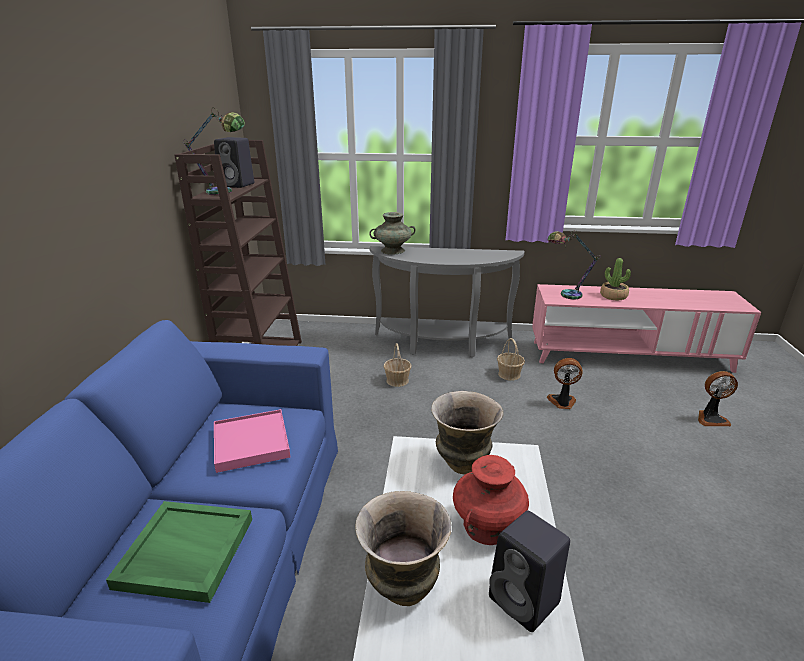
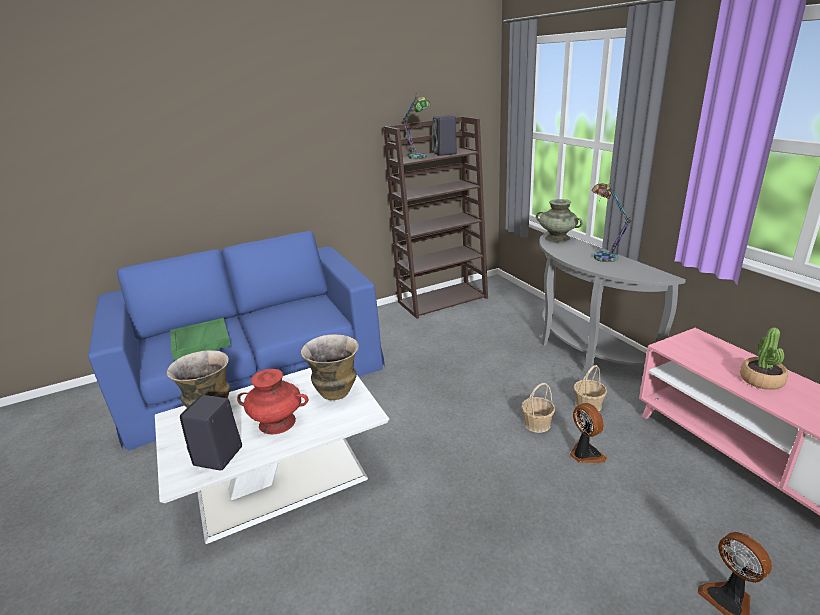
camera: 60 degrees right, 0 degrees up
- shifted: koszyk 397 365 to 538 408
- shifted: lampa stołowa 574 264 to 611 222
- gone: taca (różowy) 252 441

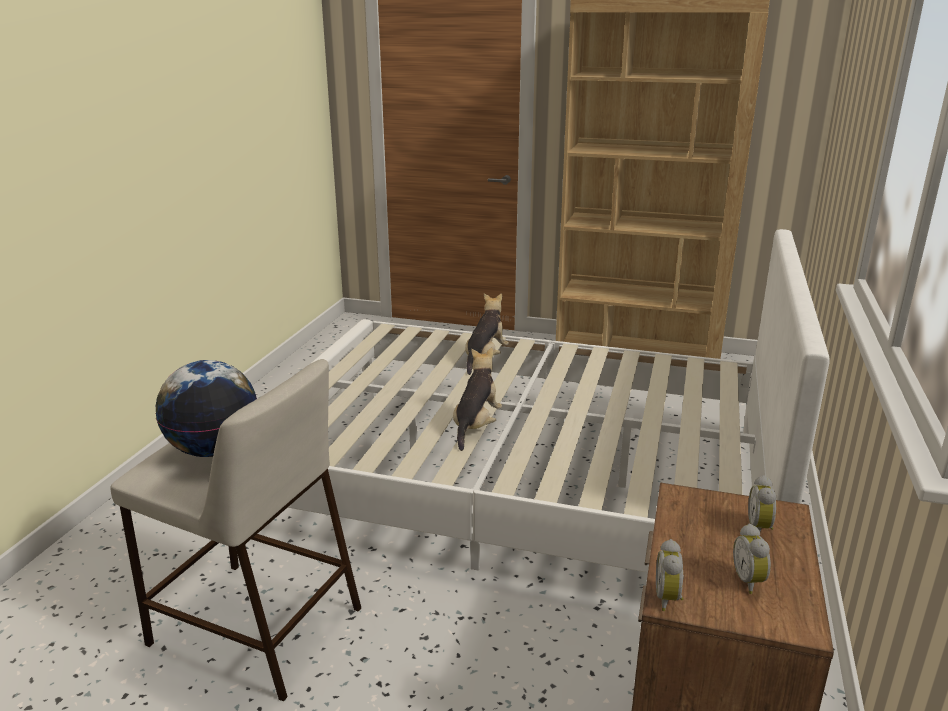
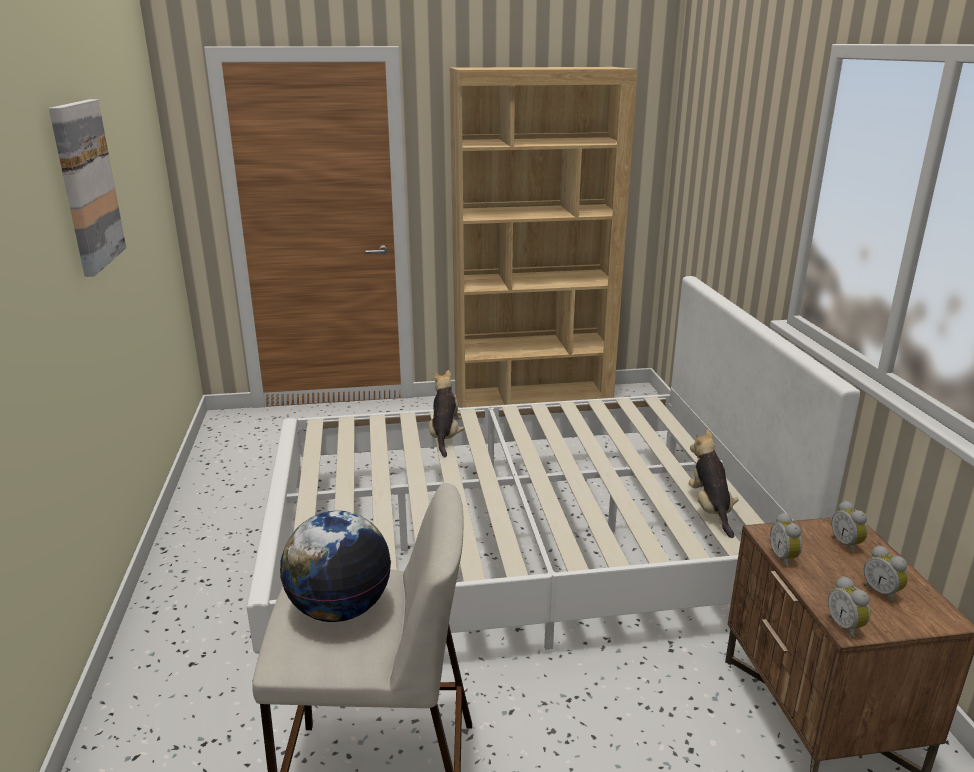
camera: 25 degrees left, 0 degrees up
- new: obraz 87 188
- shifted: pluszak 477 399 to 714 483
- new: budzik 786 540

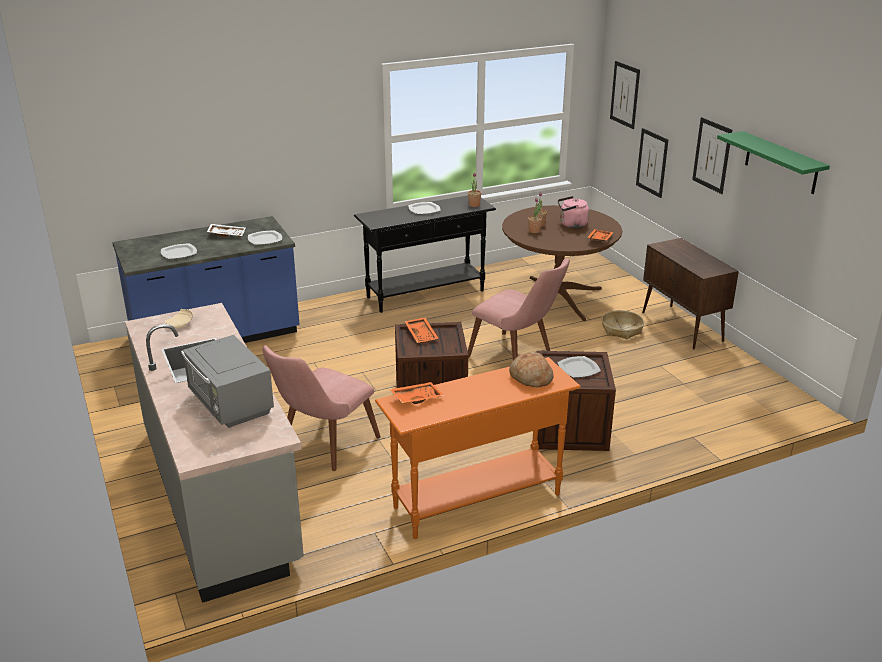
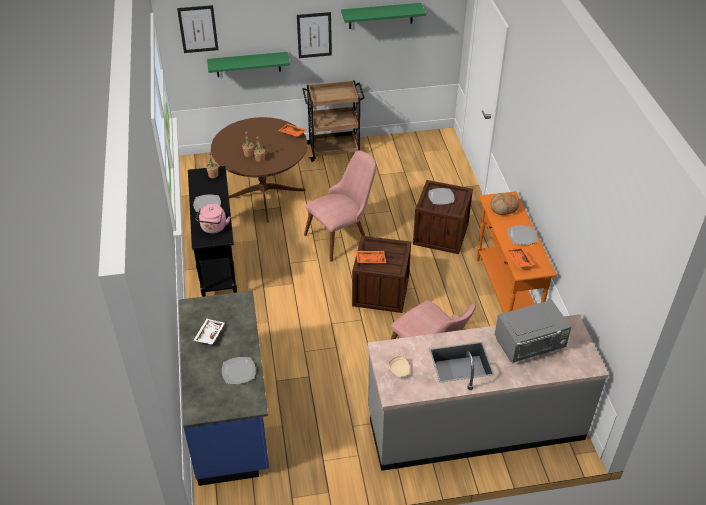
camera: 75 degrees left, 15 degrees up
- shifted: czajnik (różowy) 573 212 to 213 219
- swapped: obraz 652 163 to półka (zielony) 248 64
- swapped: szafka (brązowy) 690 294 to wózek (brązowy) 333 121
- shifted: talerz 265 237 to 522 235
- gone: koszyk 623 324

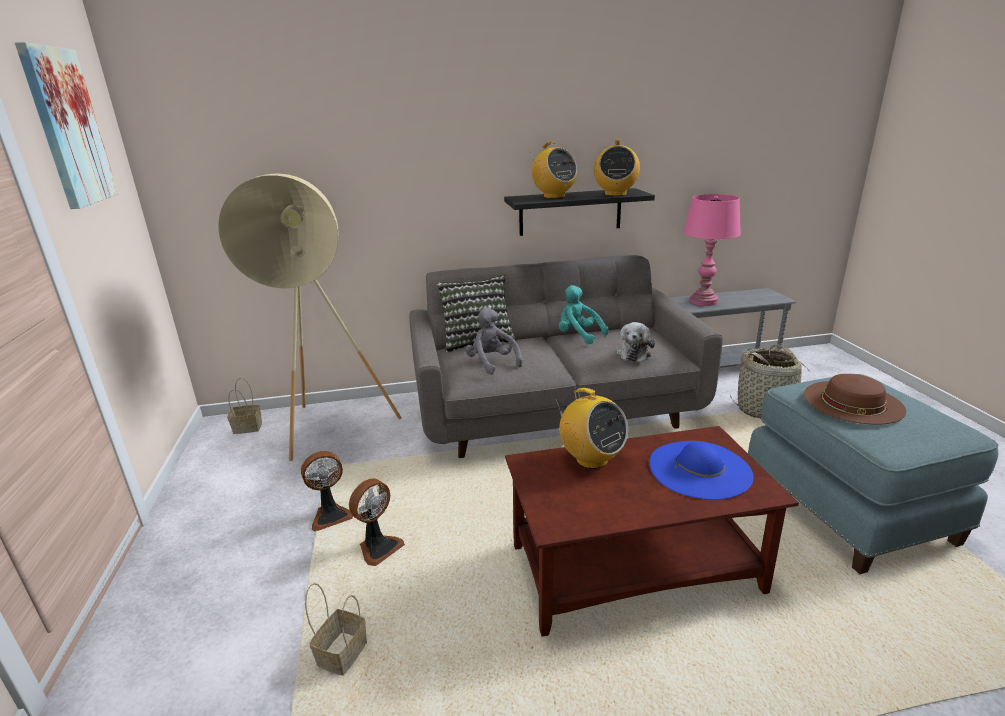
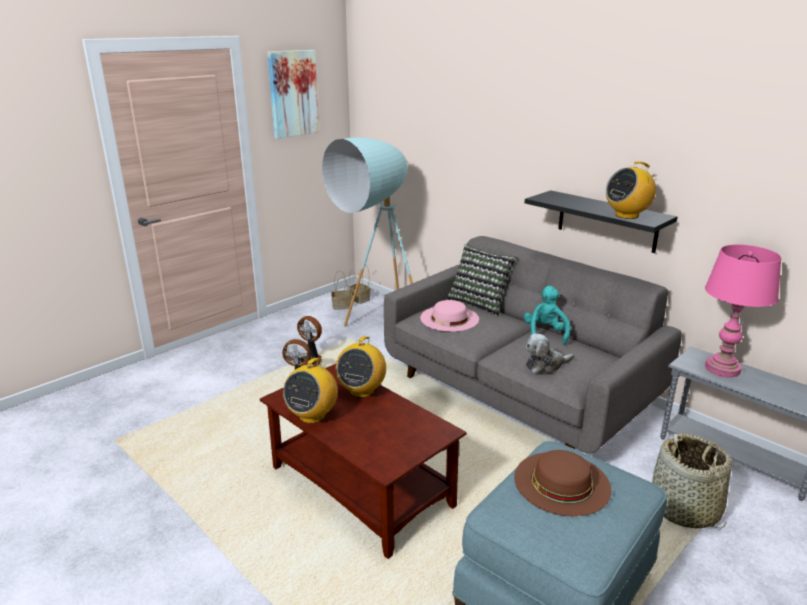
camera: 55 degrees right, 0 degrees up
- shifted: radio 554 170 to 310 390
- repainted: lampa stojąca (beżowy) 310 317 to lampa stojąca (turkusowy) 367 232
- shifted: koszyk 336 629 to 341 290
- swapped: pluszak (szary) 493 341 to kapelusz (różowy) 449 316
- gone: kapelusz (niebieski) 701 470

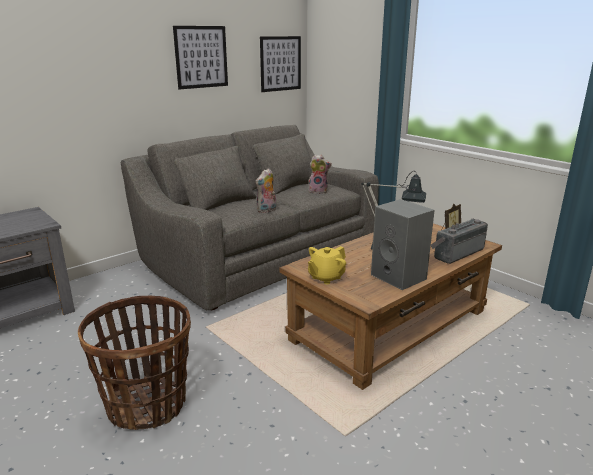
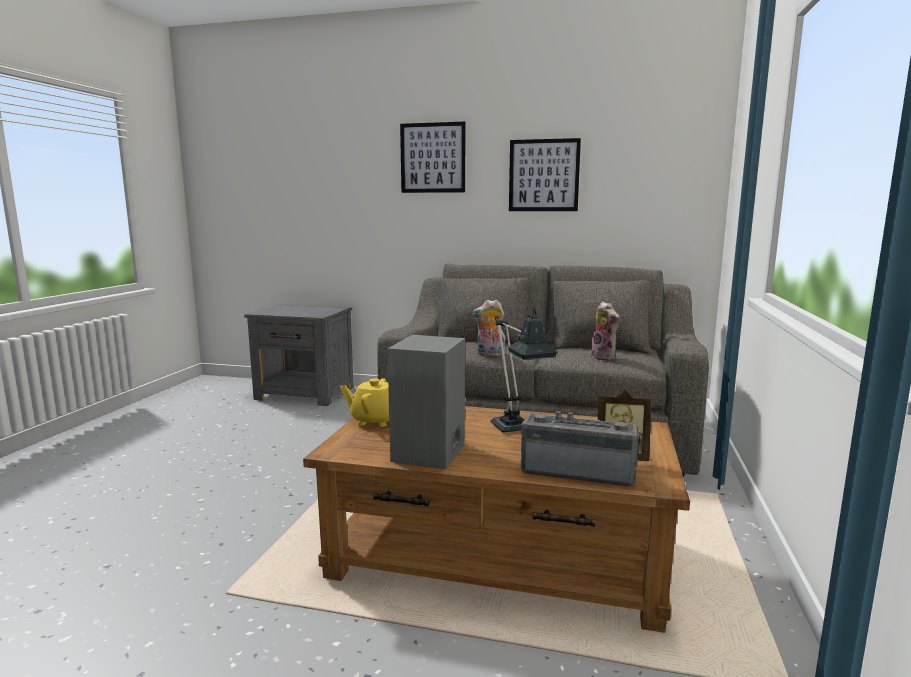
camera: 55 degrees right, 10 degrees down
- shifted: obraz 280 64 to 432 157
- gone: koszyk 134 363

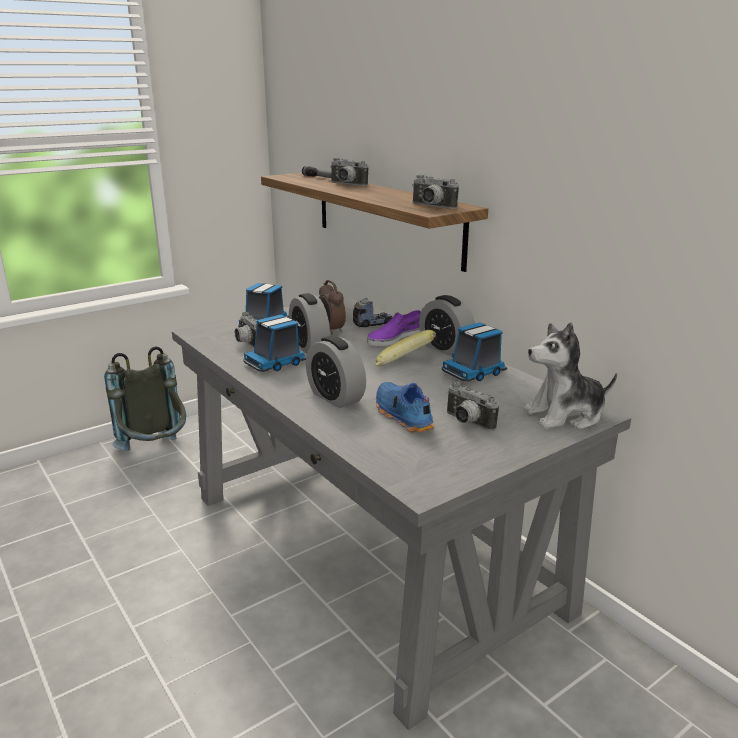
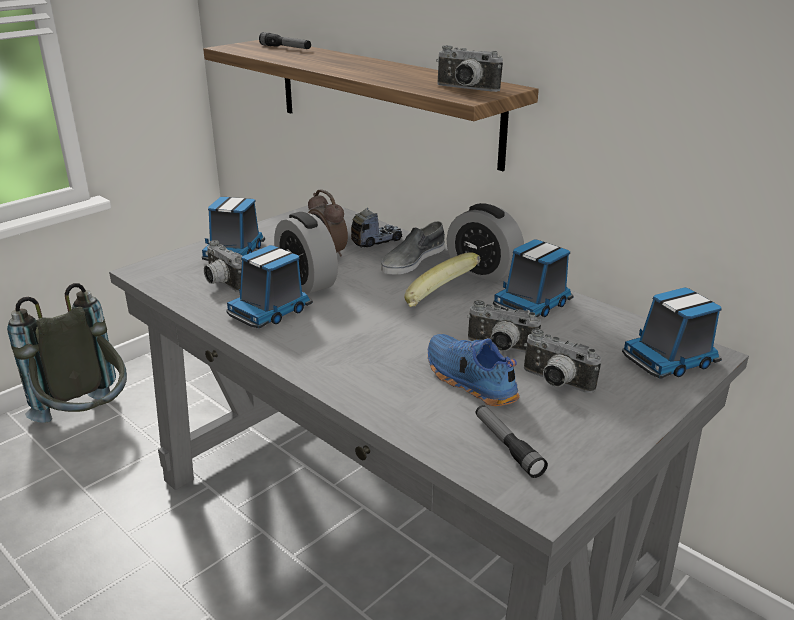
camera: 10 degrees left, 5 degrees up
- repainted: but (fioletowy) 394 328 to but (szary) 413 248
- shifted: aparat fotograficzny 349 172 to 504 326
- new: latarka 512 441
- swapped: pluszak 570 376 to ciężarówka zabawkowa 672 333
- gone: budzik 336 371

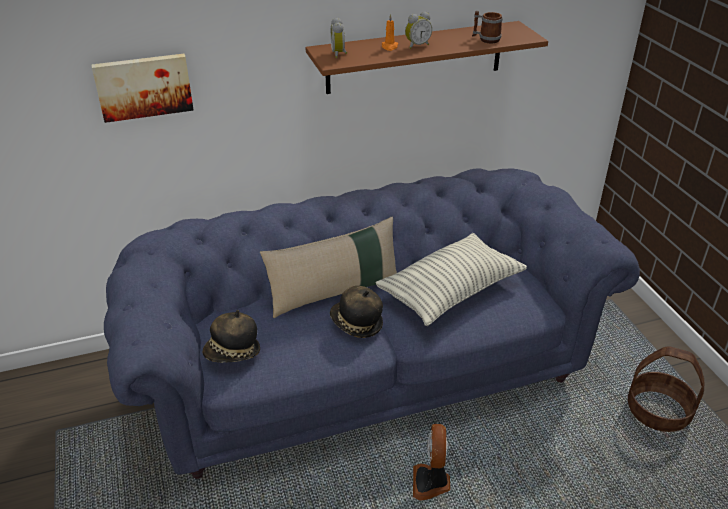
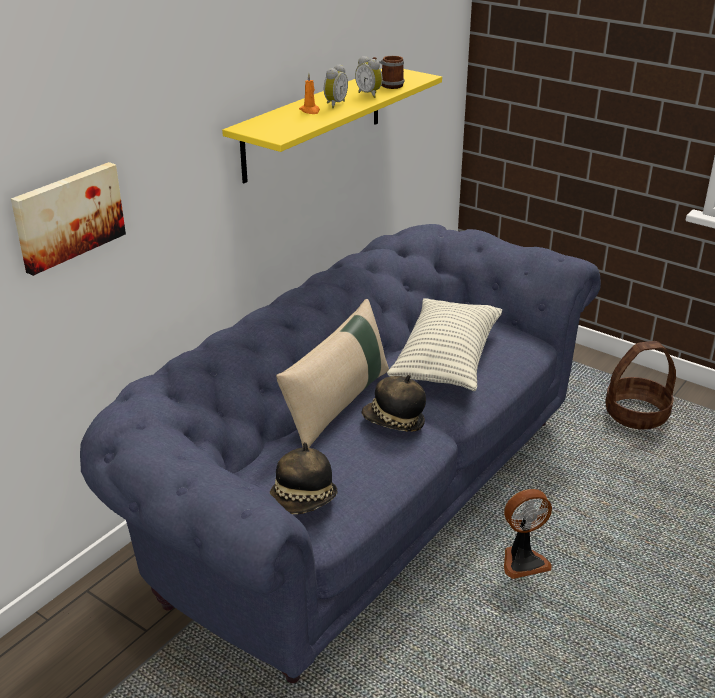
camera: 35 degrees left, 5 degrees down
- repainted: półka (brązowy) 426 57 to półka (żółty) 332 126
- shifted: budzik 339 37 to 369 77
- rotated: wentylator 431 462 = 528 534 75 degrees counterclockwise

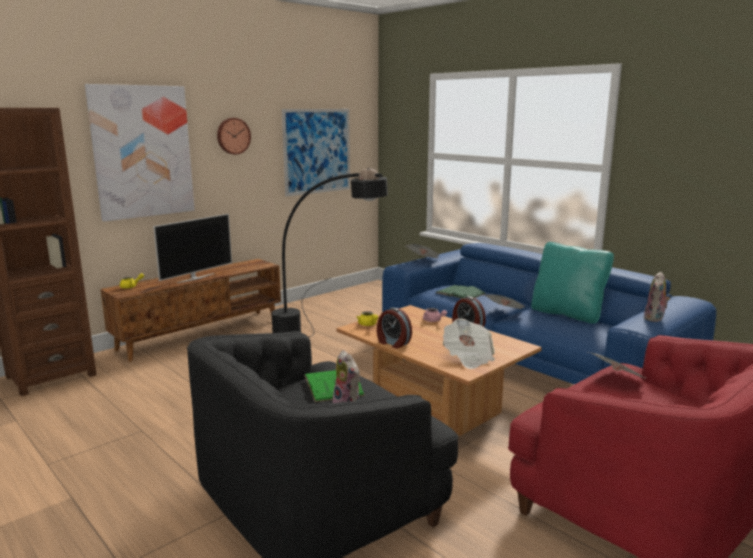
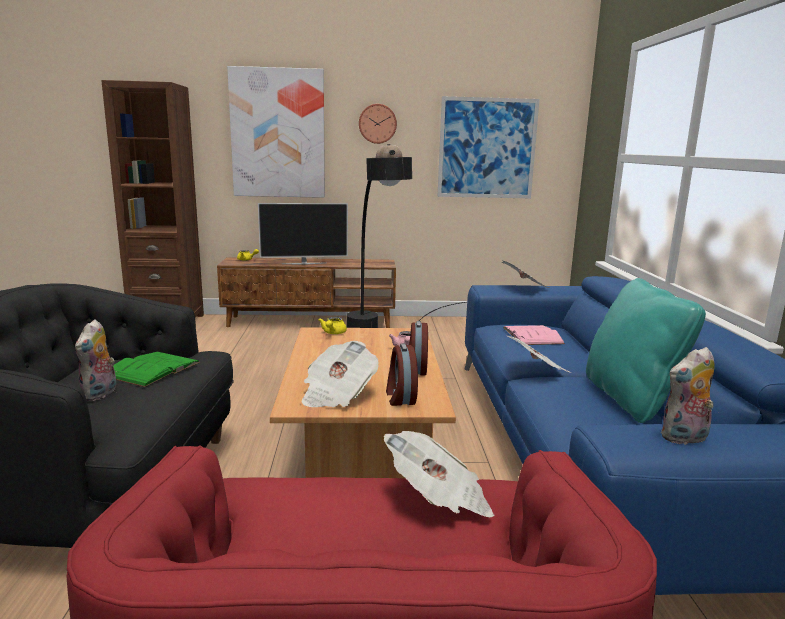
camera: 40 degrees right, 0 degrees up
- shifted: budzik 394 328 to 402 374
- repainted: książka (zielony) 461 292 to książka (różowy) 534 335

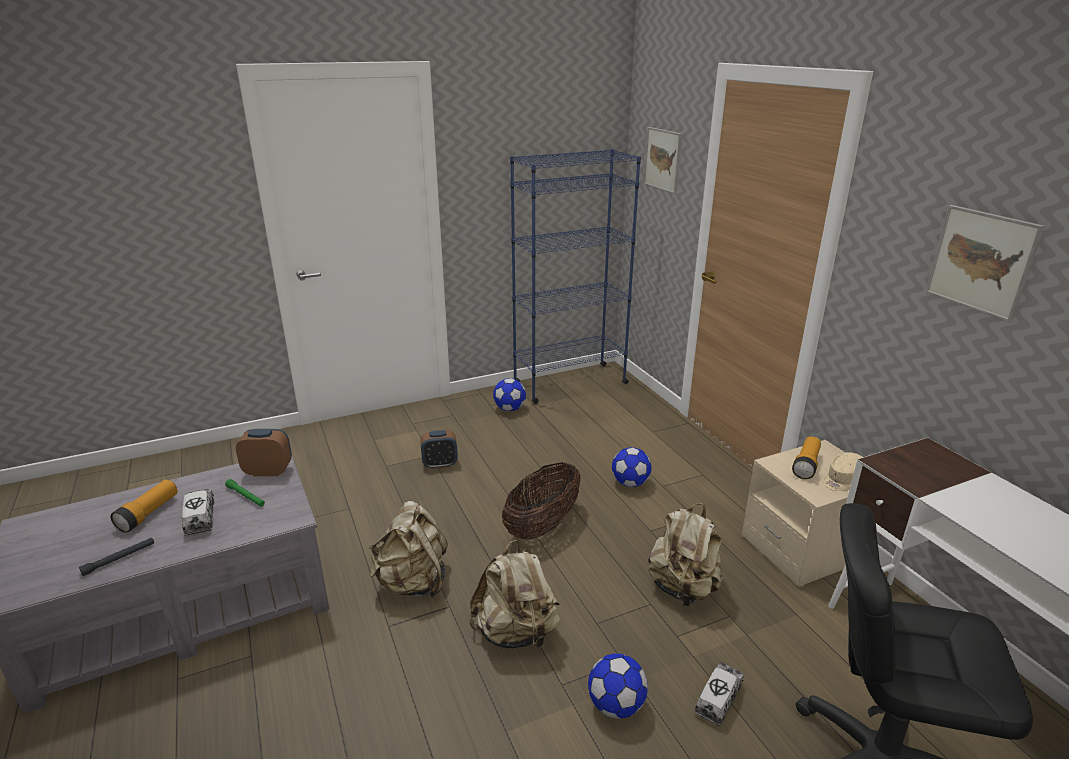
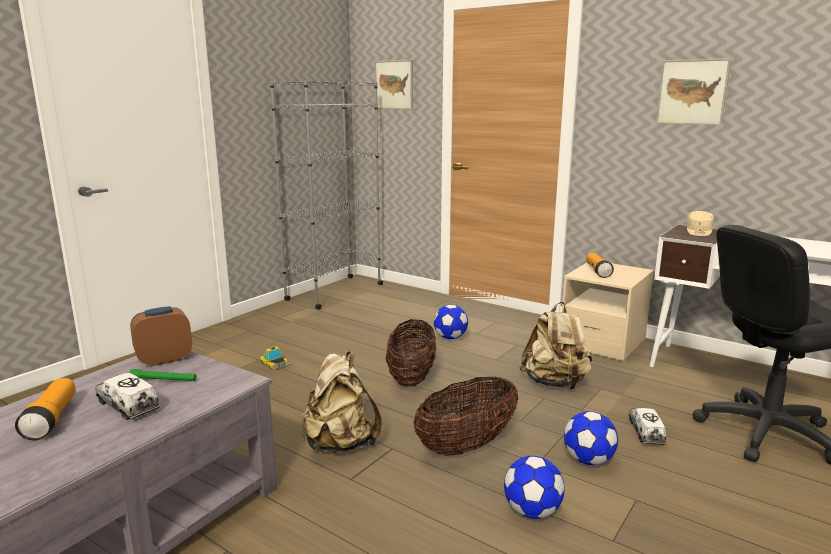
camera: 30 degrees left, 10 degrees down
- swapped: budzik 439 449 to samochodzik 274 358
- repainted: regał (niebieski) 575 276 to regał (szary) 326 194
- swapped: plecak (beżowy) 514 595 to koszyk 465 416
- shifted: piłka futbolowa 509 394 to 534 487
- shifted: czapka z daszkiem (beżowy) 843 471 to 700 223
- gone: latarka (czarny) 116 557

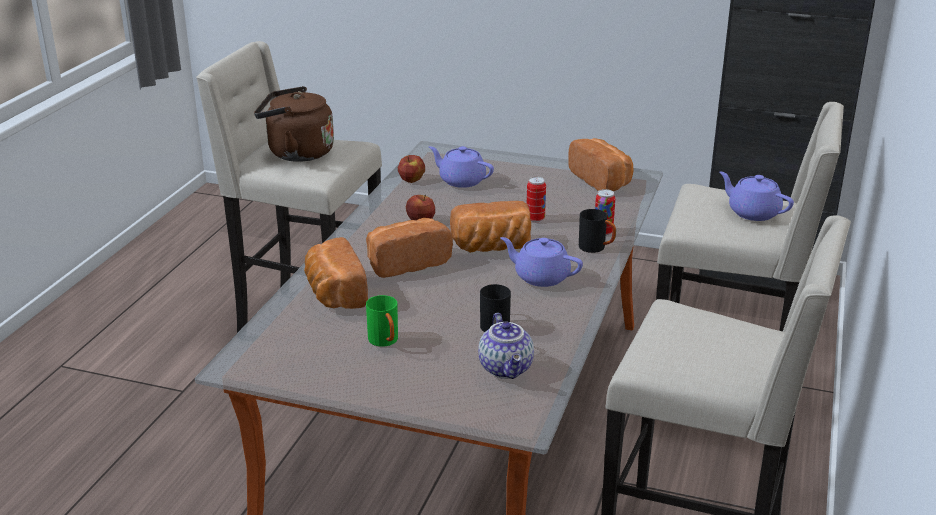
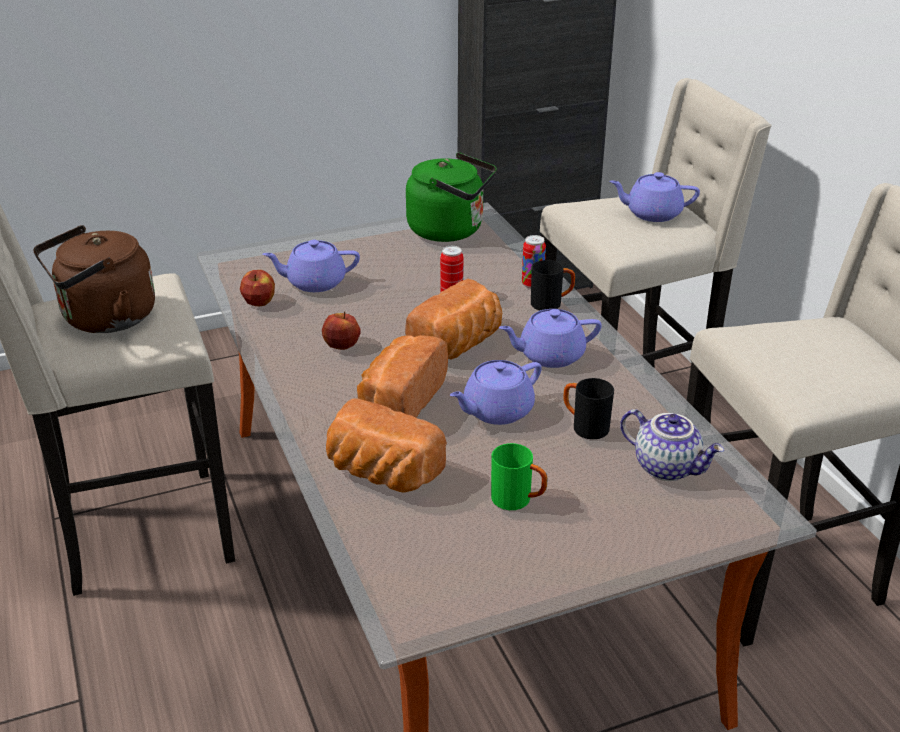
camera: 40 degrees left, 5 degrees up
- swapped: chleb 601 164 to czajnik (zielony) 451 197
- new: imbryk (fioletowy) 496 392

